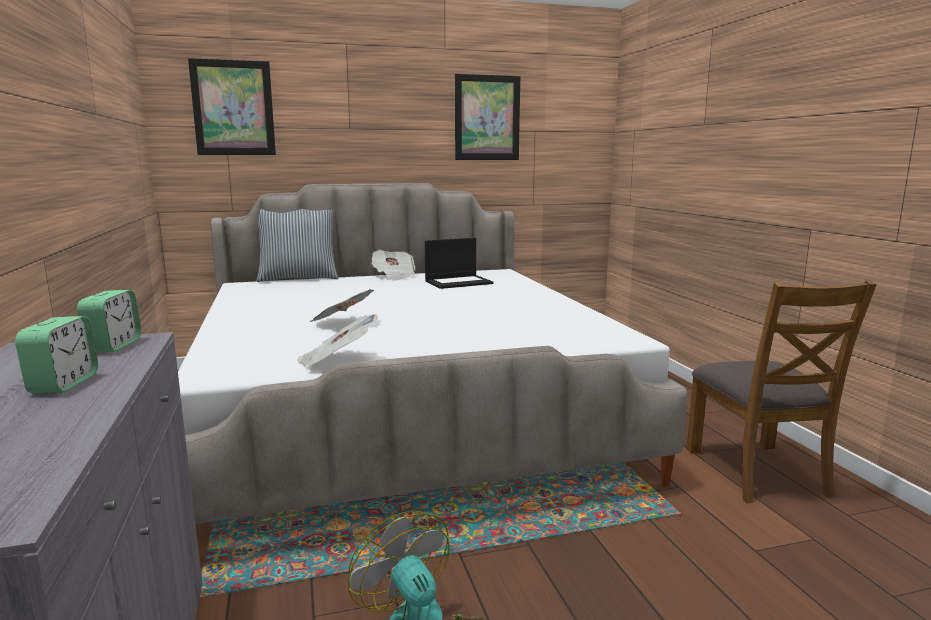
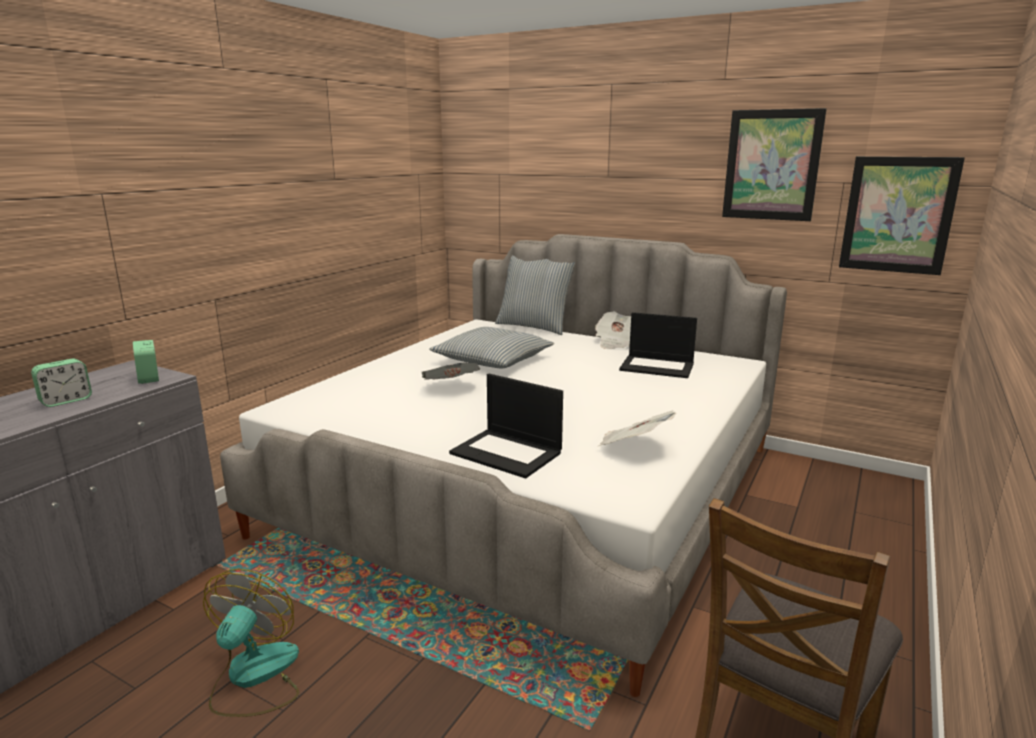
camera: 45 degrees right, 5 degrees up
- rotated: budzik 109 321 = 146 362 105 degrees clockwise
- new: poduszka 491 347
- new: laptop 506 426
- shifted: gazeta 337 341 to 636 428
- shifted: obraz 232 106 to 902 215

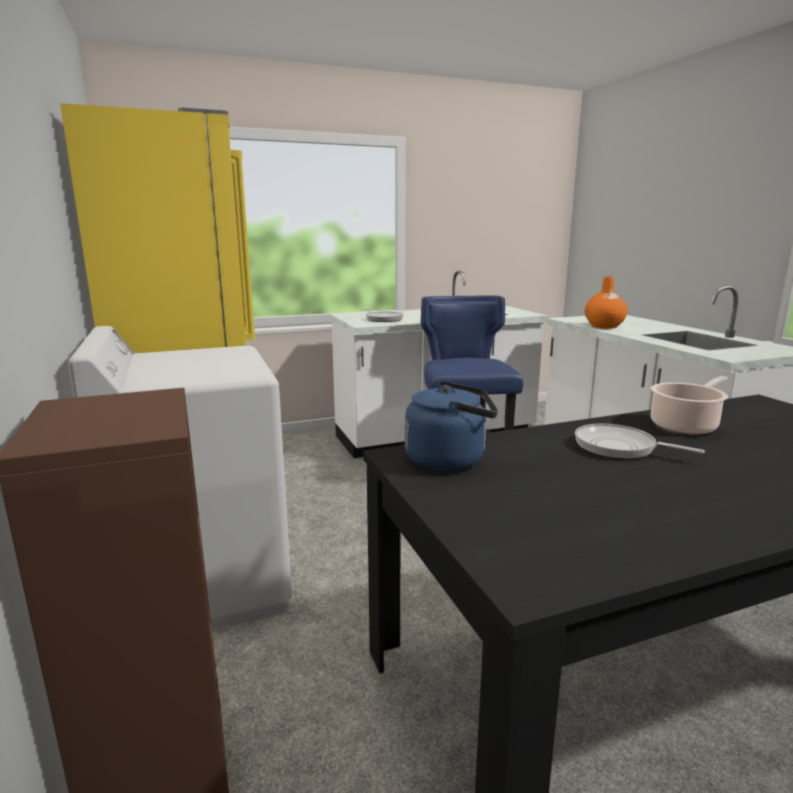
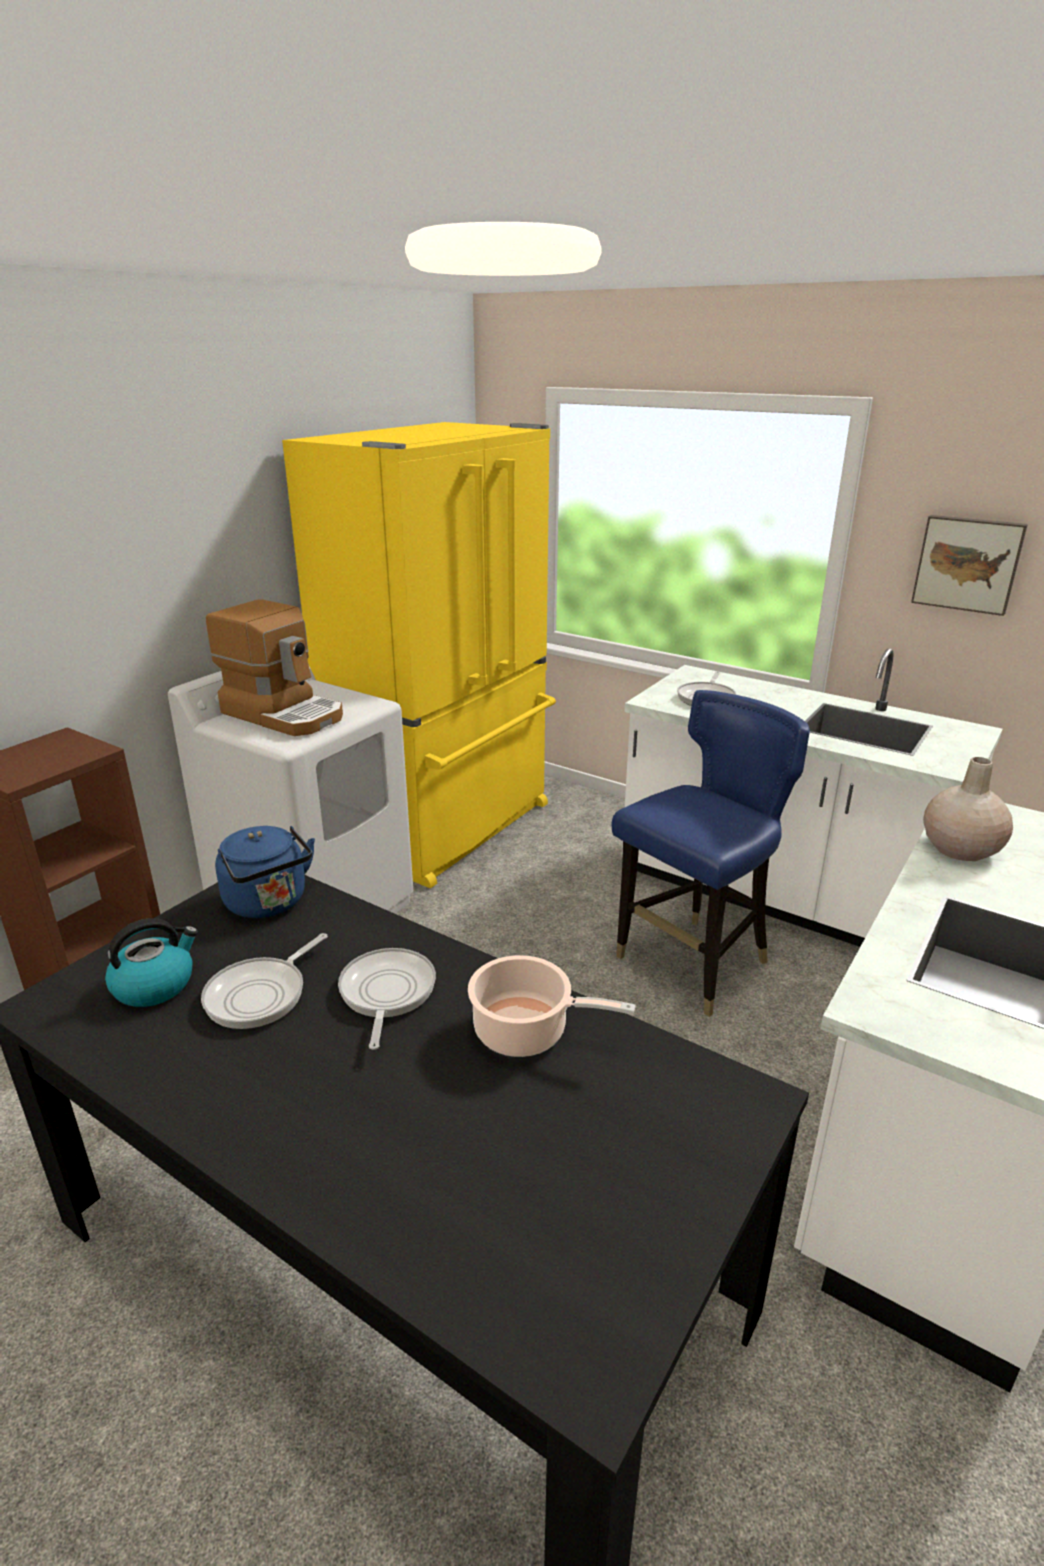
camera: 55 degrees right, 10 degrees up
- new: czajnik 151 962
- new: patelnia 264 981
- new: ekspres do kawy 274 667
- new: obraz 969 565
- repainted: wazon (pomarańczowy) 606 302 to wazon (beżowy) 968 809

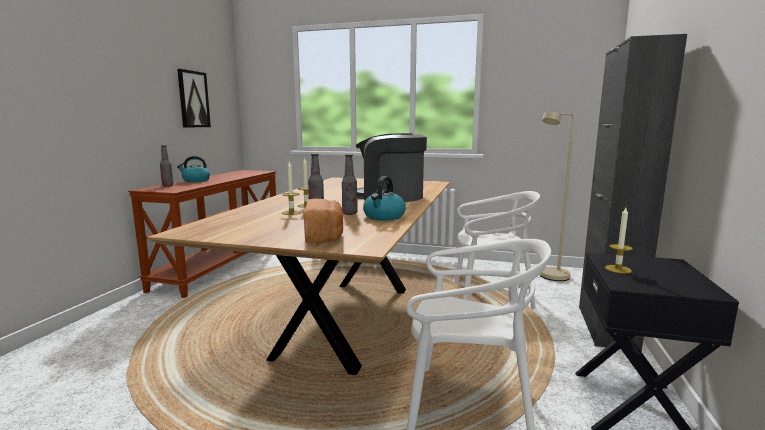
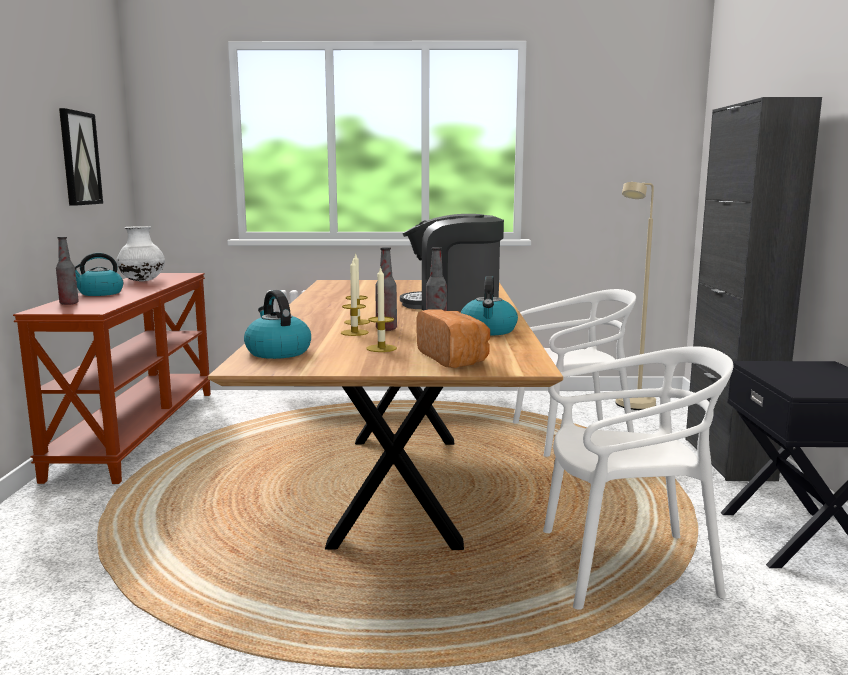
camera: 15 degrees left, 0 degrees up
- new: wazon (biały) 140 254
- new: czajnik 277 324
- shifted: świeca 619 241 to 381 309

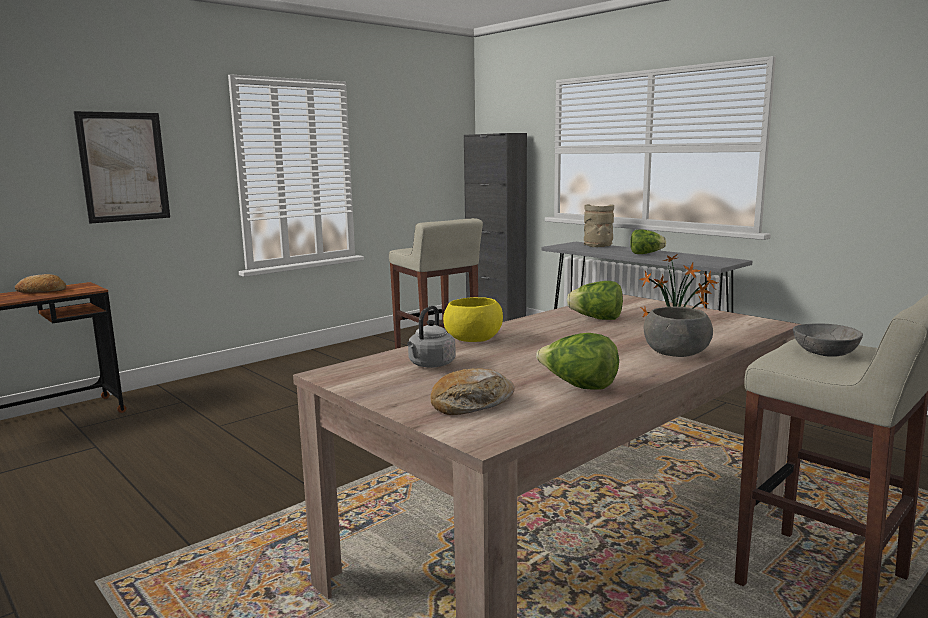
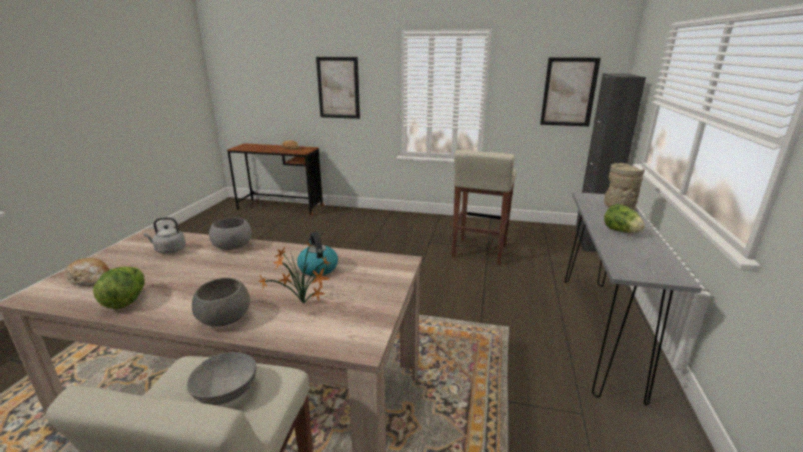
camera: 55 degrees right, 10 degrees up
- repainted: miska (żółty) 473 319 to miska (szary) 230 234
- swapped: sałata 595 300 to czajnik 317 254
- new: obraz 570 91

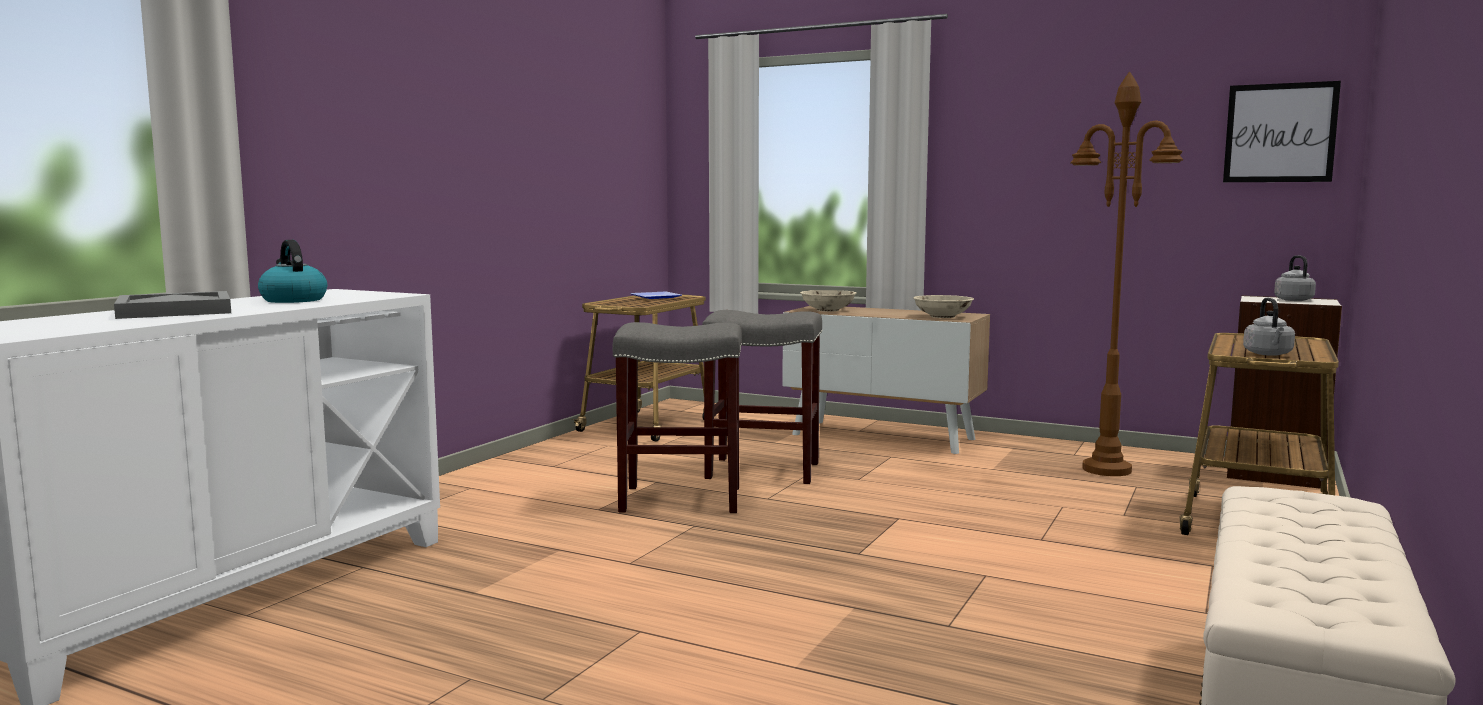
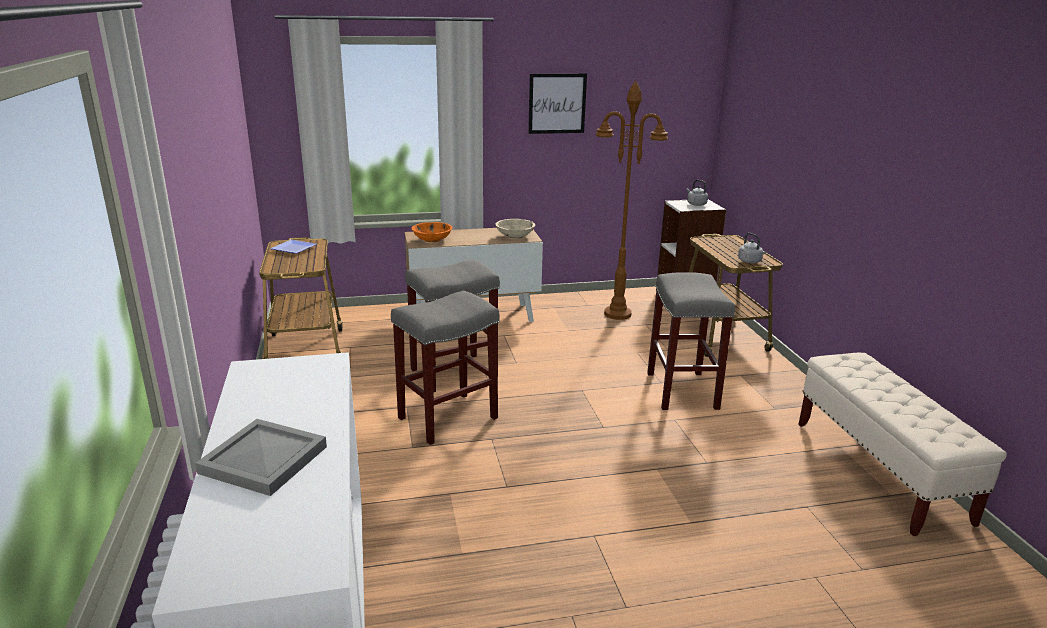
camera: 40 degrees left, 15 degrees up
- repainted: miska (beżowy) 828 301 to miska (pomarańczowy) 432 232
- shifted: obraz 1282 131 to 557 103
- new: stołek (szary) 691 341
- gone: czajnik 292 271

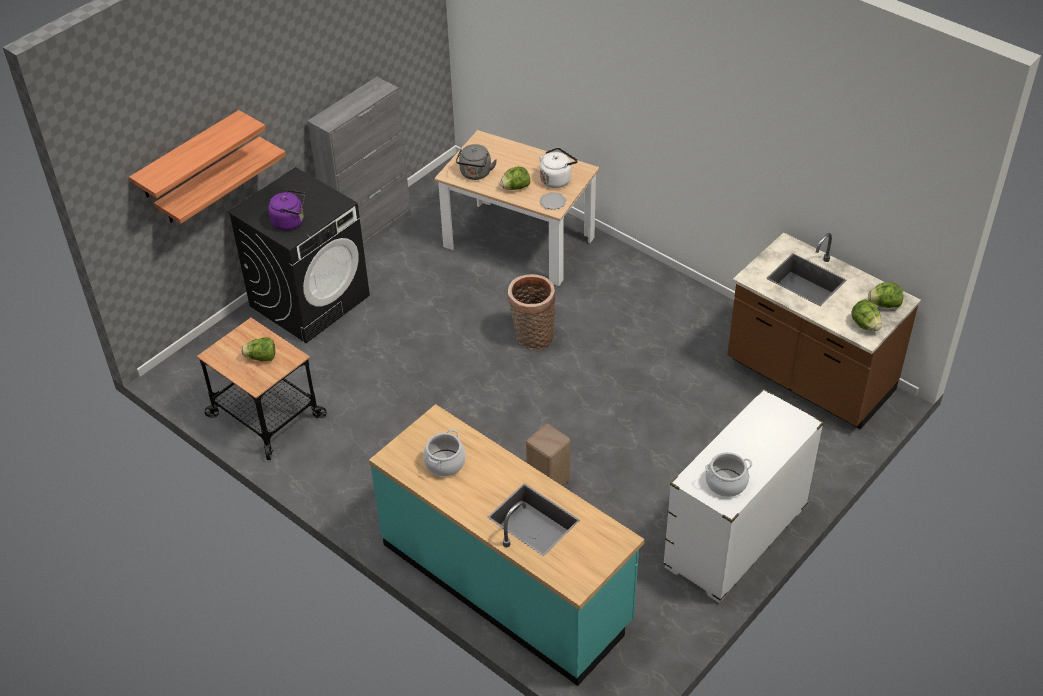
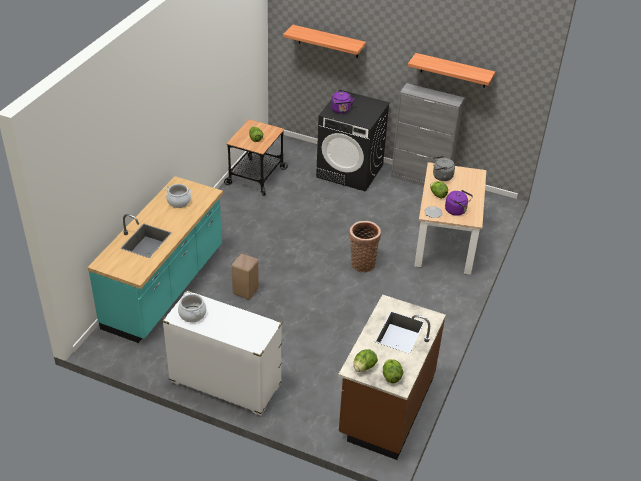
camera: 70 degrees right, 5 degrees down
- shifted: półka 220 180 to 451 70
- repainted: czajnik (biały) 558 167 to czajnik (fioletowy) 459 203

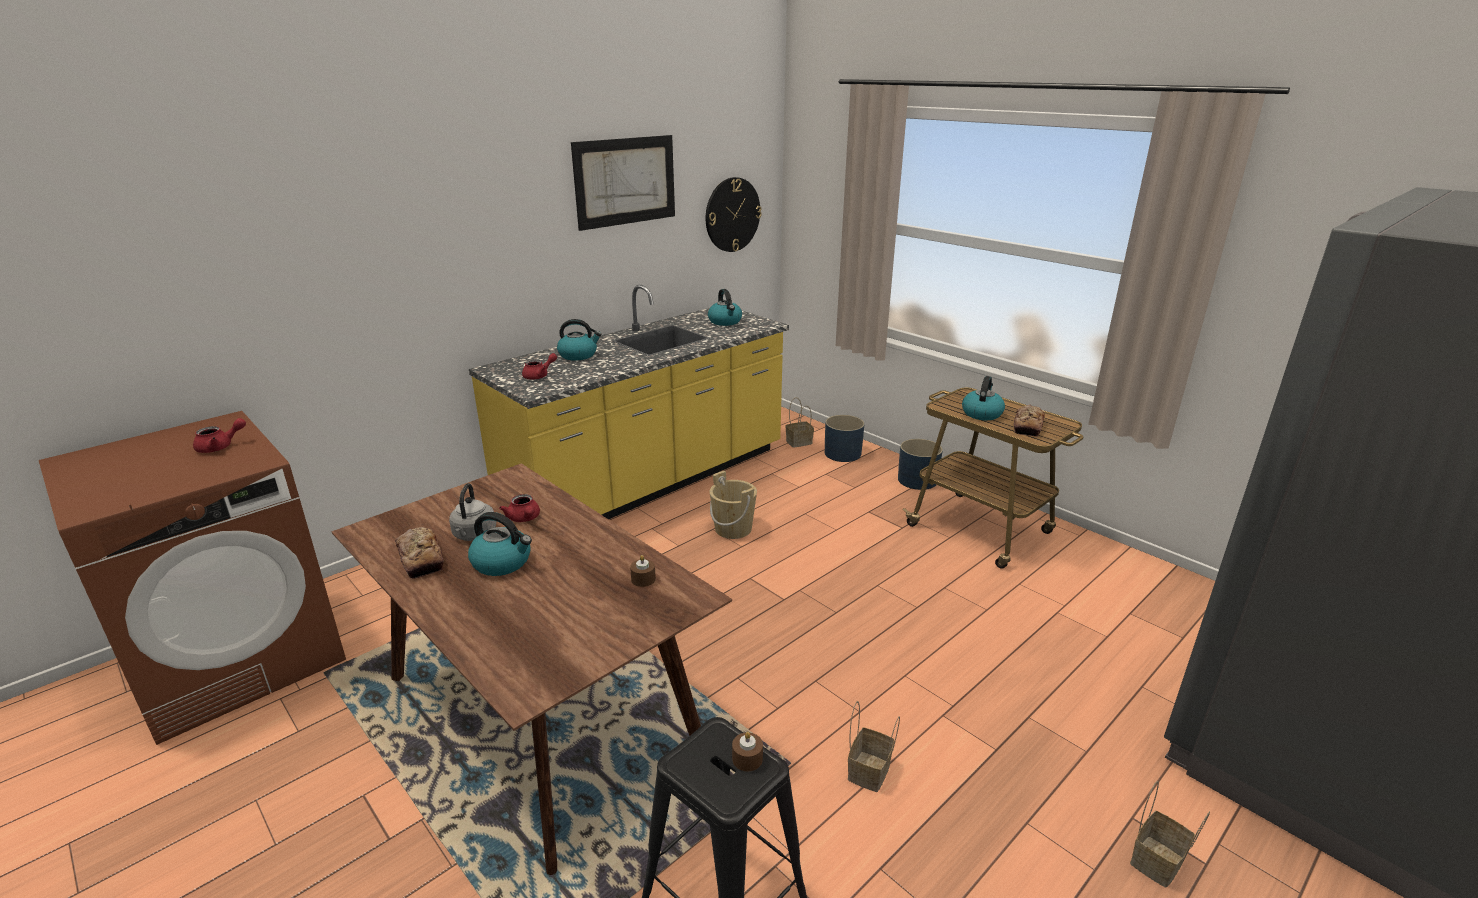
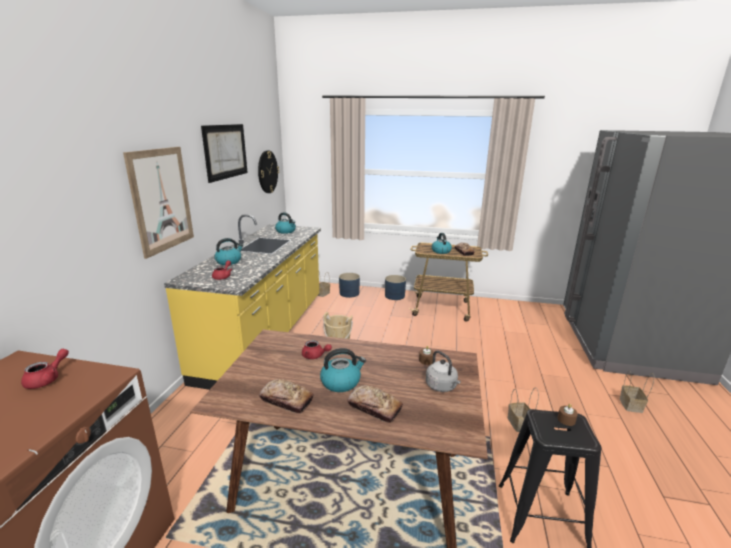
camera: 35 degrees left, 5 degrees down
- new: obraz 158 203
- new: chleb 375 404
- shifted: czajnik (szary) 472 512 to 443 371

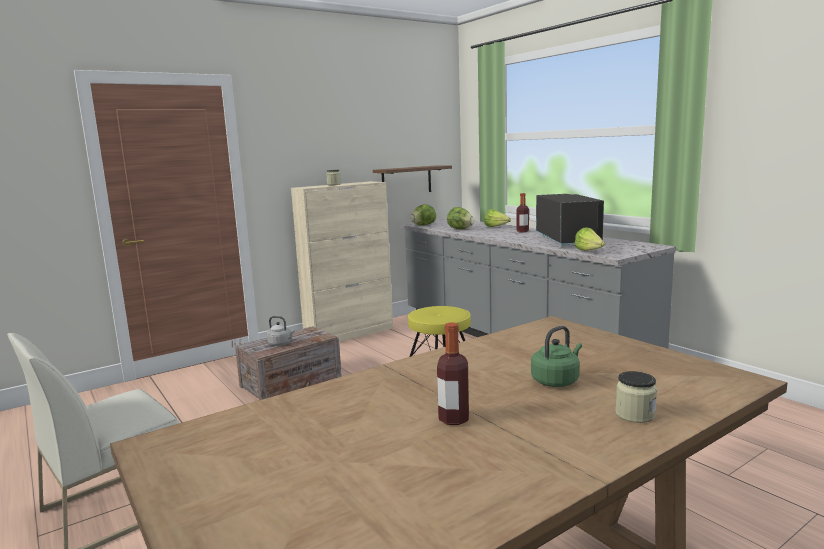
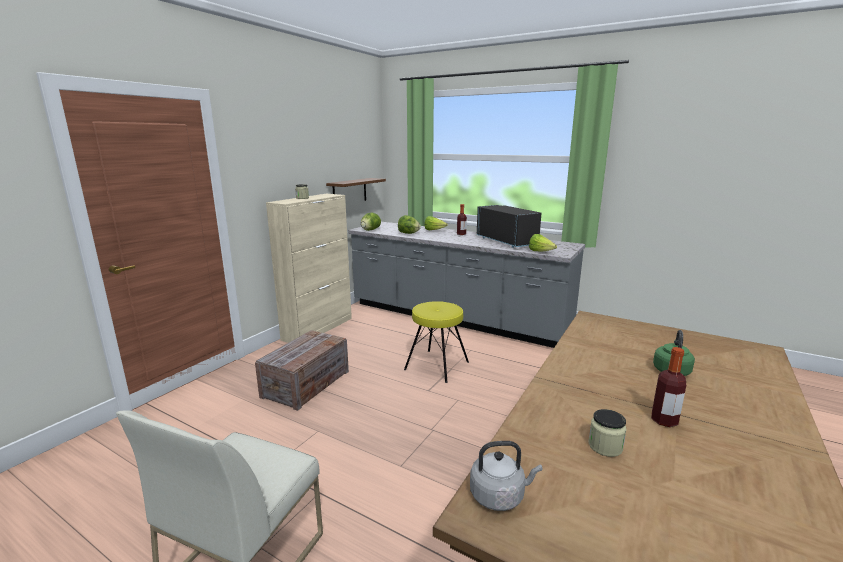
camera: 25 degrees left, 5 degrees up
- shifted: czajnik (szary) 281 331 to 506 476
- shifted: słoik 636 397 to 607 433

